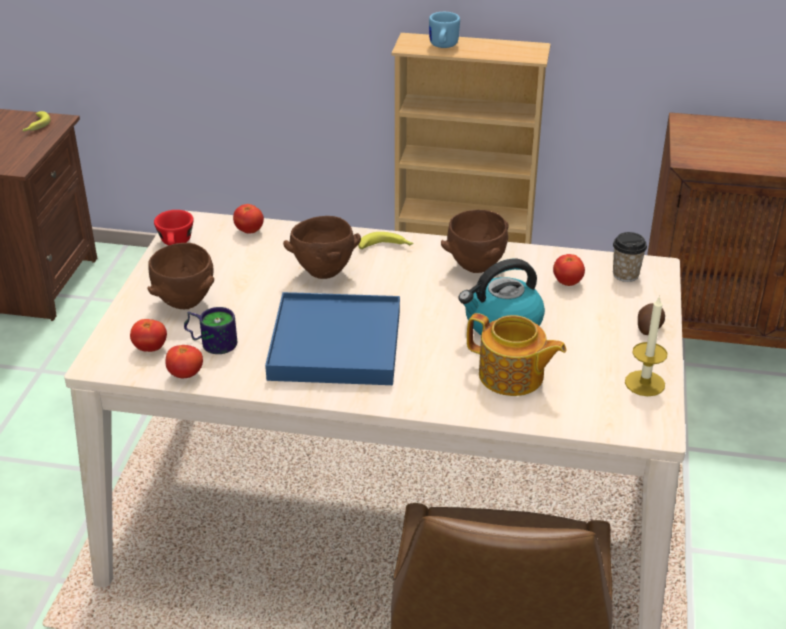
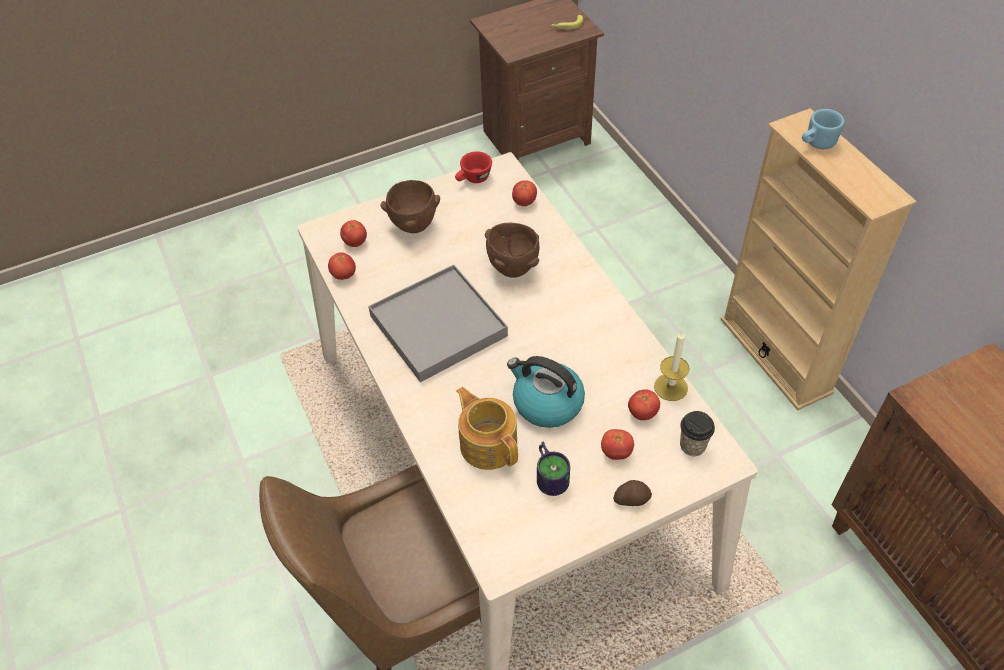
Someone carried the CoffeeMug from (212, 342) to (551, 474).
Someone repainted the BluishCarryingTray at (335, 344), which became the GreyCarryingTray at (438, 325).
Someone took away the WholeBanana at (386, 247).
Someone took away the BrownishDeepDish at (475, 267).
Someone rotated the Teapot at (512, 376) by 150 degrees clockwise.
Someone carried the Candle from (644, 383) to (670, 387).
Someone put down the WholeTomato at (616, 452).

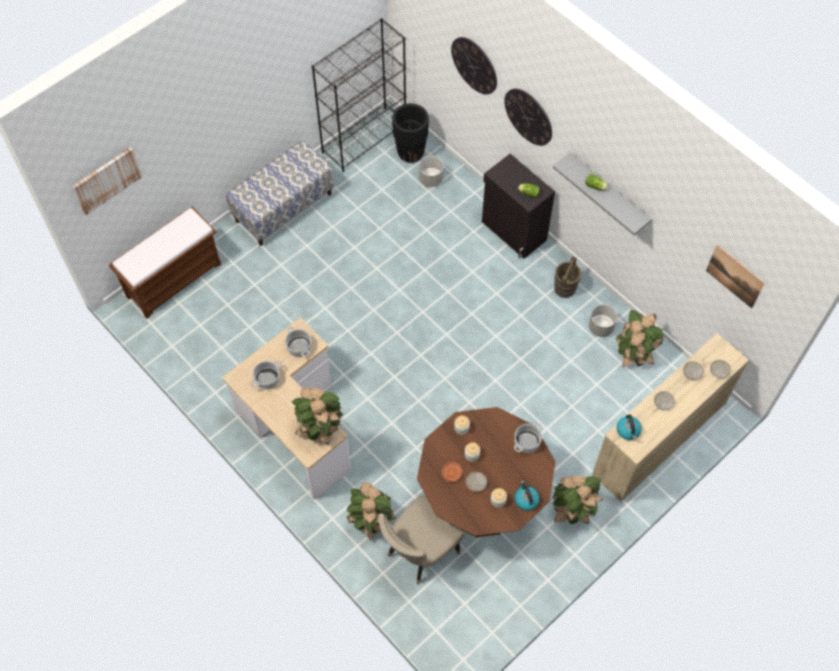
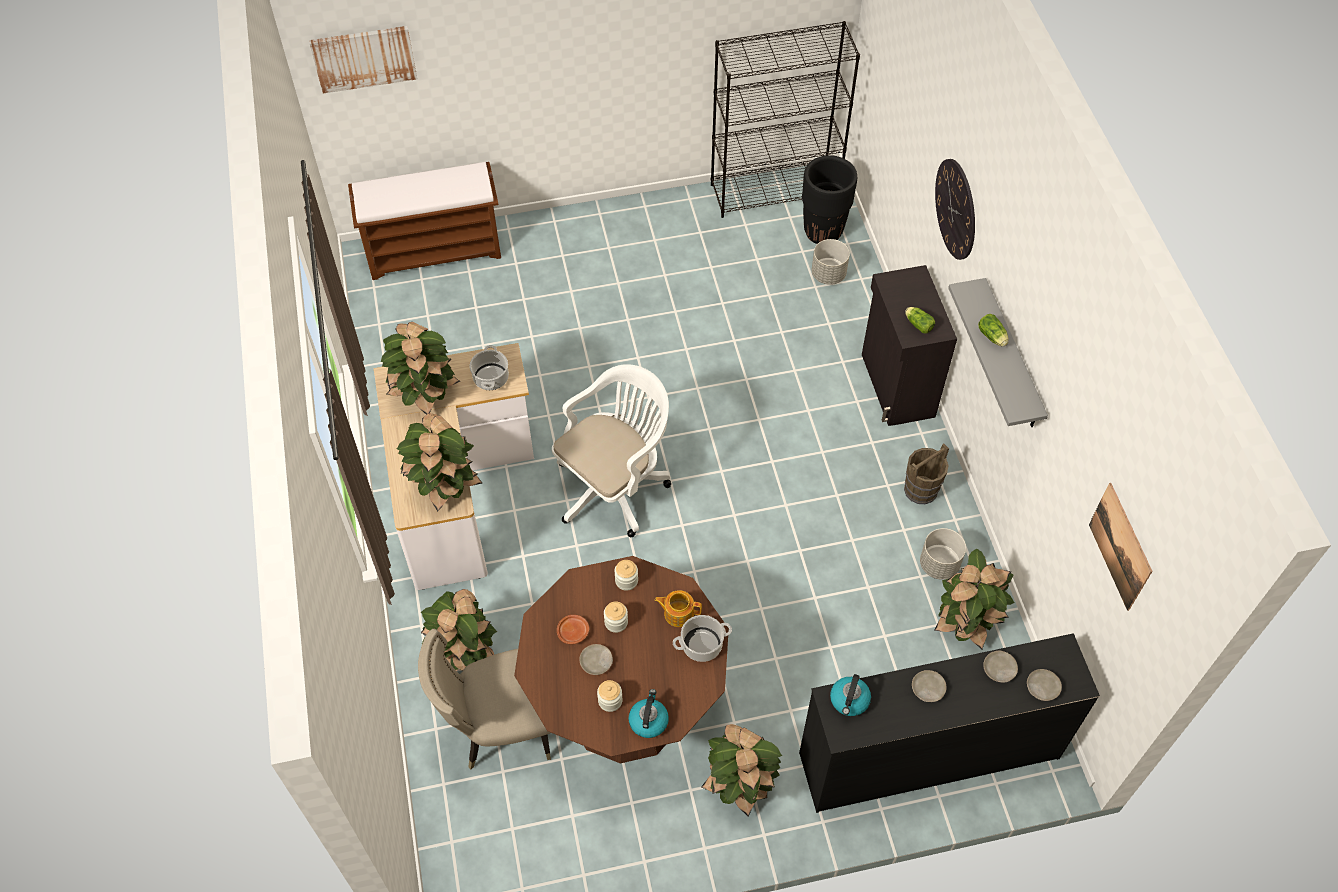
Someone took away the LongSeat at (283, 207).
Someone swapped the Stockpot at (267, 380) for the PlantInAPot at (424, 397).
Someone took away the HangingClock at (474, 65).
Someone repainted the BeigeDrawerChest at (658, 438), which became the BlackishDrawerChest at (927, 754).
Someone put down the WhiteDeskChair at (615, 485).
Someone put down the Teapot at (678, 613).

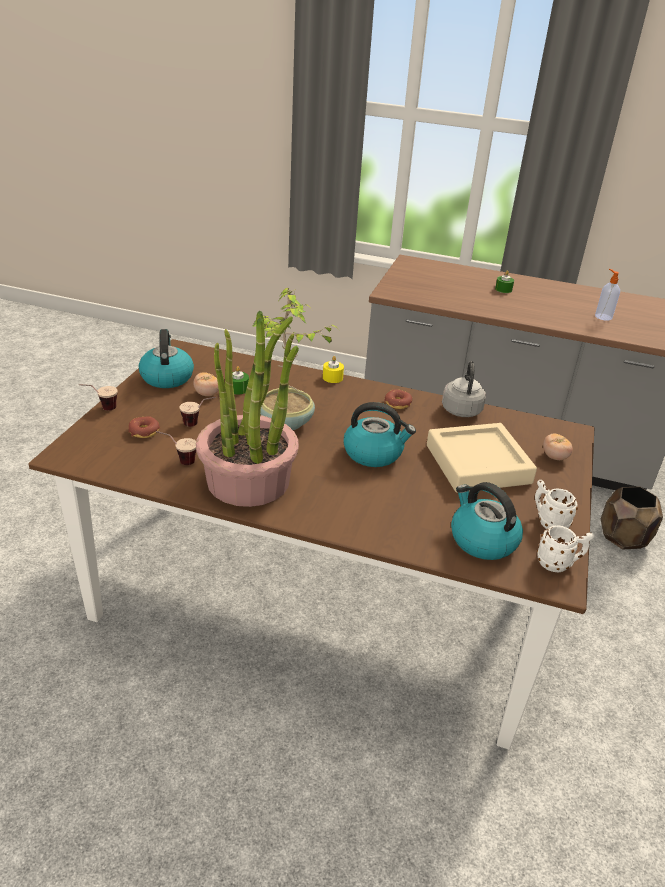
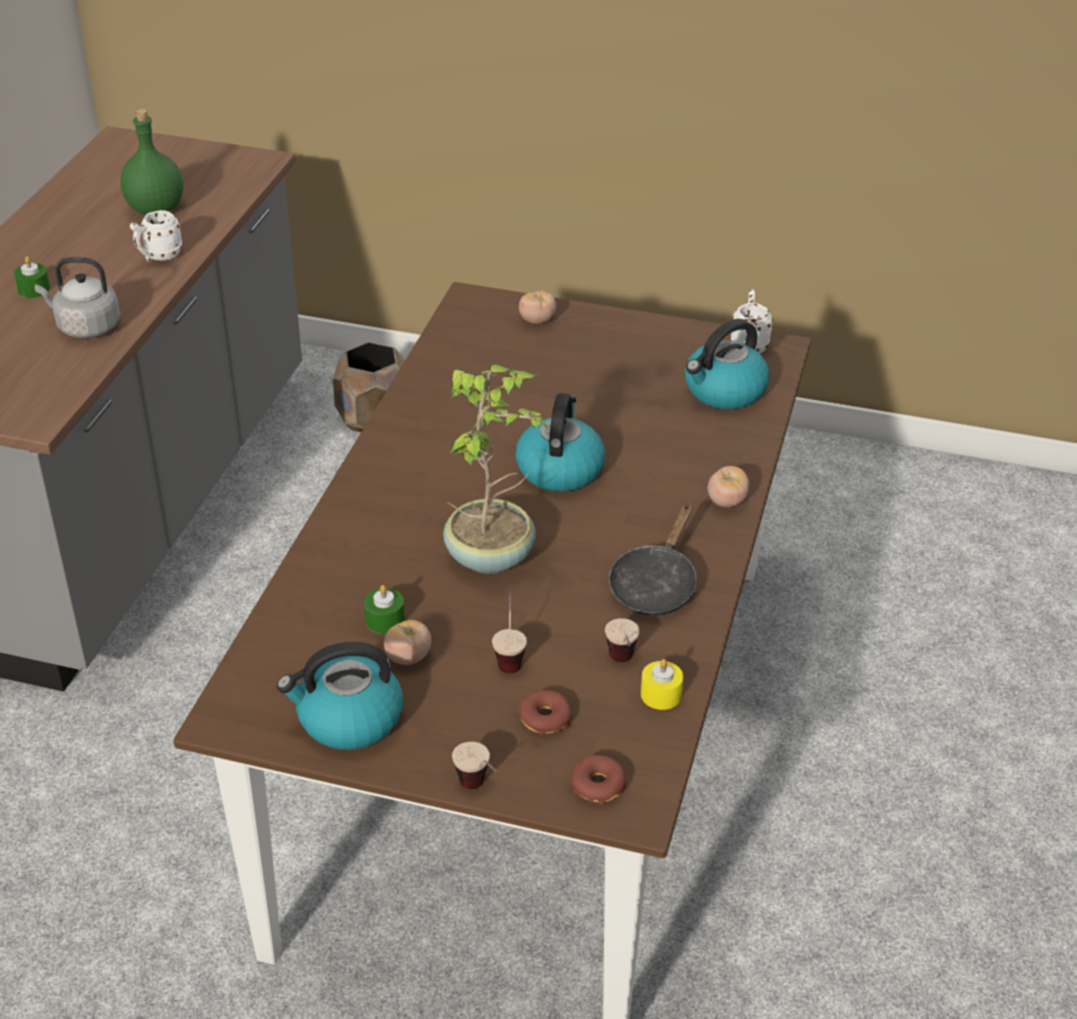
Someone swapped the PlantInAPot at (249, 481) for the BlackishSkillet at (655, 585).
Someone carried the YellowCandle from (332, 377) to (661, 694).
Someone carried the Donut from (398, 403) to (598, 785).
Someone took away the BeigeCarryingTray at (478, 464).
Someone carried the GreyKettle from (461, 409) to (85, 327).
Someone carried the WhiteCoffeeMug from (548, 521) to (158, 256).
Someone swapped the LiquidSoapBottle at (603, 316) for the GreenBeverageBottle at (157, 209).
Someone put down the WholeTomato at (726, 501).

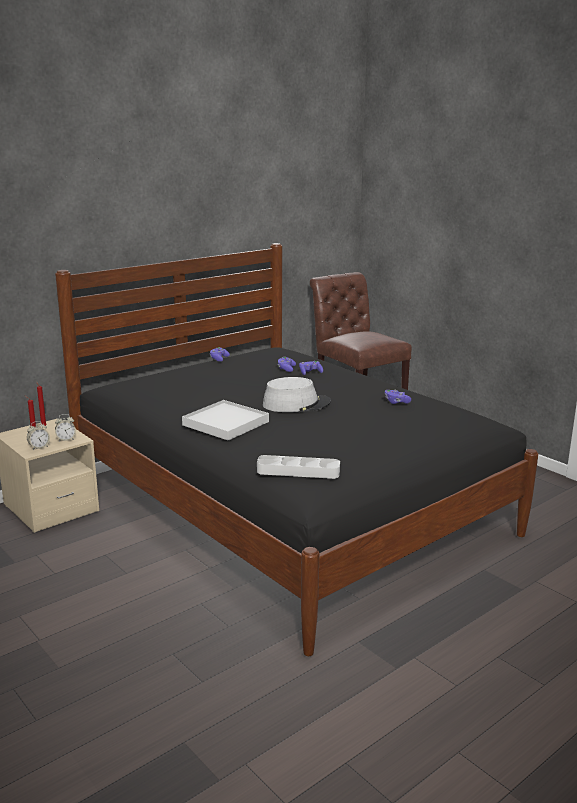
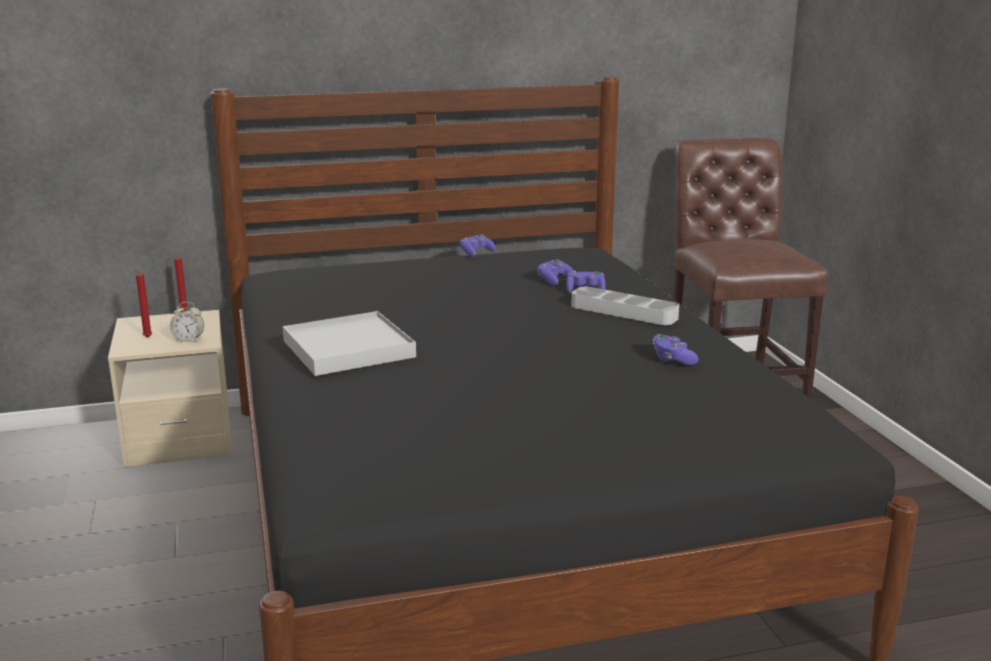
Someone took away the AlarmClock at (39, 447).
Someone carried the GreyCarryingTray from (298, 471) to (623, 312).
Someone took away the GreyWearableHat at (296, 404).

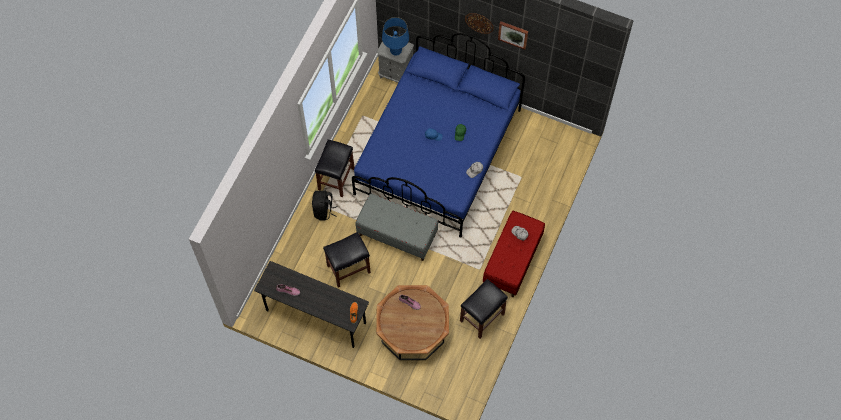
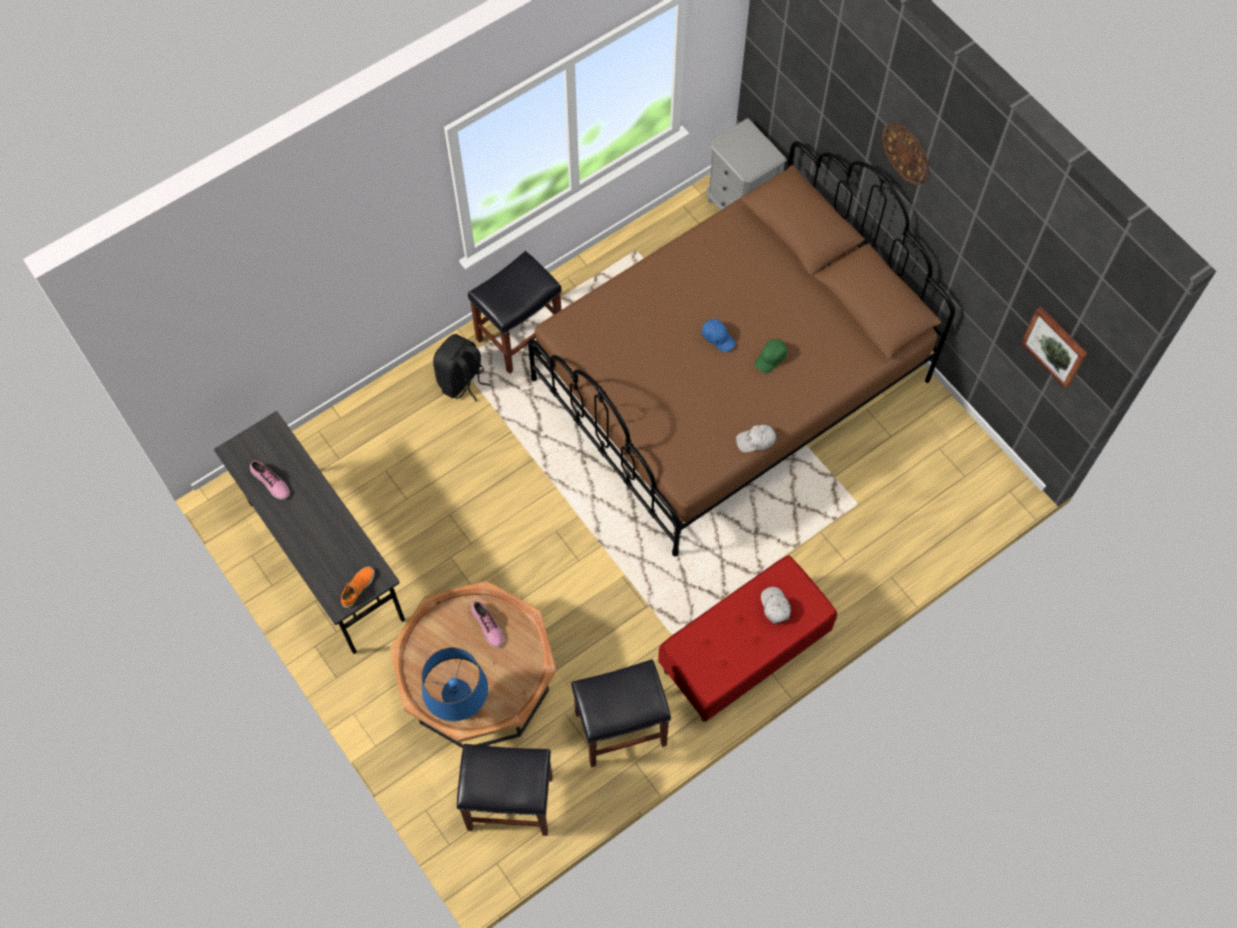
Someone carried the BlackishStoolSeat from (348, 269) to (509, 803).
Someone repainted the BluishBed at (438, 152), which became the BrownishBed at (731, 380).
Someone took away the GreyLongSeat at (397, 235).
Someone carried the BluishTableLamp from (396, 51) to (460, 706).
Someone carried the WallPicture from (513, 34) to (1055, 346).

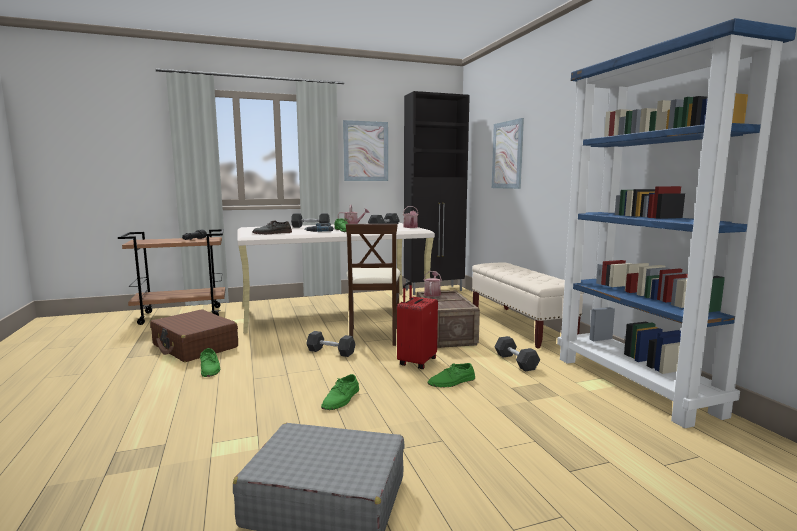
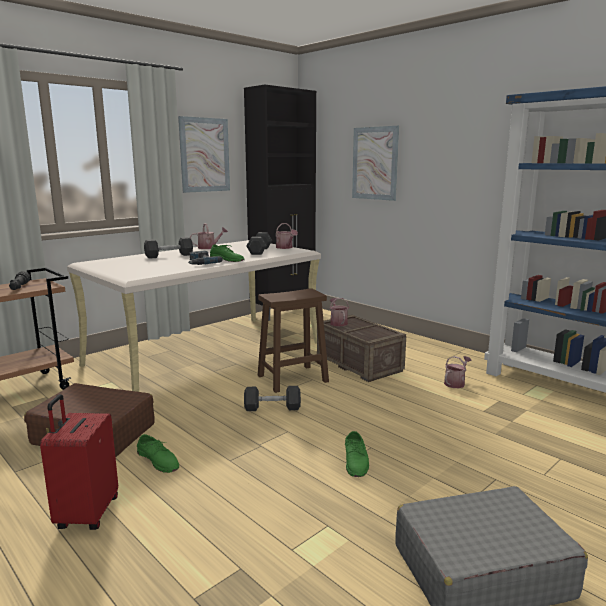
Someone took away the GreyItemOfFootwear at (272, 233).
Someone swapped the BeigeUprightChair at (373, 335) for the BrownishStoolSeat at (291, 379).
Someone carried the RedColouredSuitcase from (416, 362) to (86, 514).
Someone took away the GreenItemOfFootwear at (452, 382).
Someone took away the BeigeLongSeat at (520, 326).
Someone swapped the GreyHandWeight at (516, 362) for the WateringCan at (456, 383).

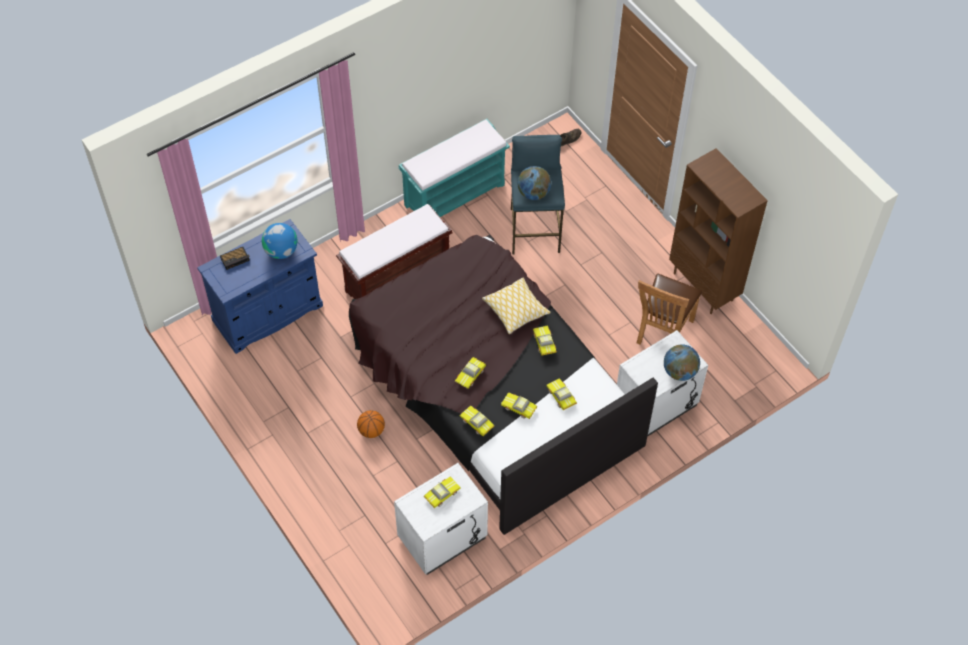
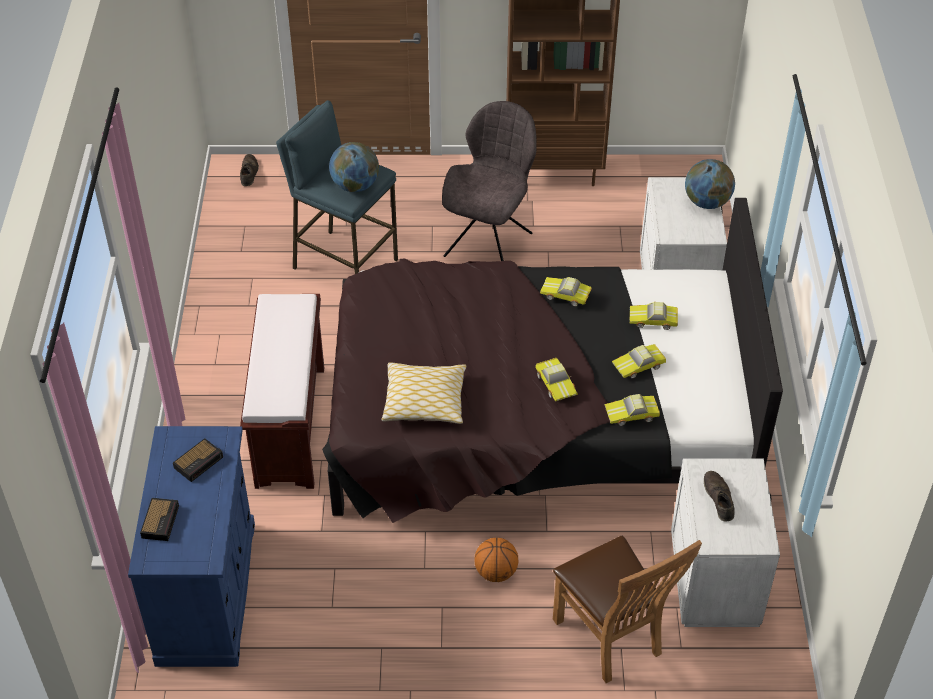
Someone swapped the WorldGlobe at (281, 251) for the AlarmClock at (199, 462).
Someone took away the TurquoiseLongSeat at (455, 194).
Someone swapped the ModelCar at (441, 493) for the BrownishItemOfFootwear at (718, 498).
Someone carried the Cushion from (516, 310) to (424, 401).
Someone carried the BrownishUprightChair from (662, 333) to (612, 640).
Someone put down the GreyUprightChair at (490, 242).

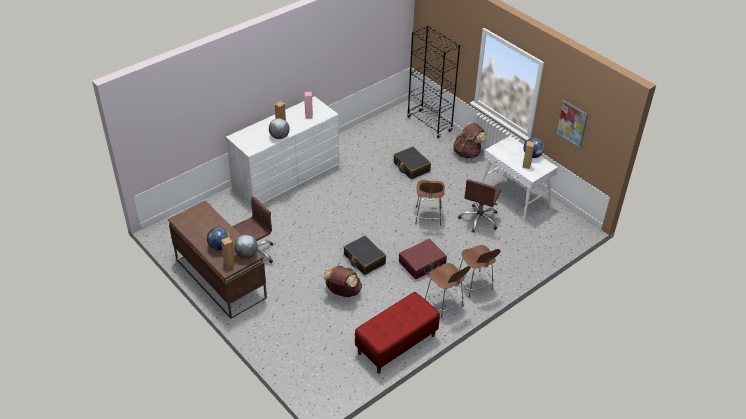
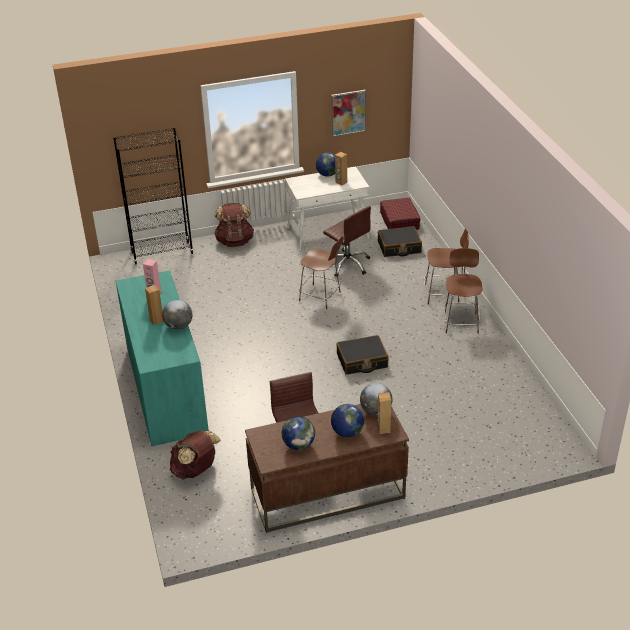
Someone repainted the WhiteDrawerChest at (286, 175), which became the TurquoiseDrawerChest at (166, 389).
Someone carried the BrownishKnapsack from (343, 292) to (195, 470).
Someone took away the RedColouredLongSeat at (396, 344).
Someone carried the BlackishSuitcase from (411, 167) to (399, 247).
Someone carried the RedColouredSuitcase from (422, 263) to (399, 221).
Someone rotated the BrownishUprightChair at (444, 304) by 75 degrees counterclockwise.
Someone put down the WorldGlobe at (299, 445).

